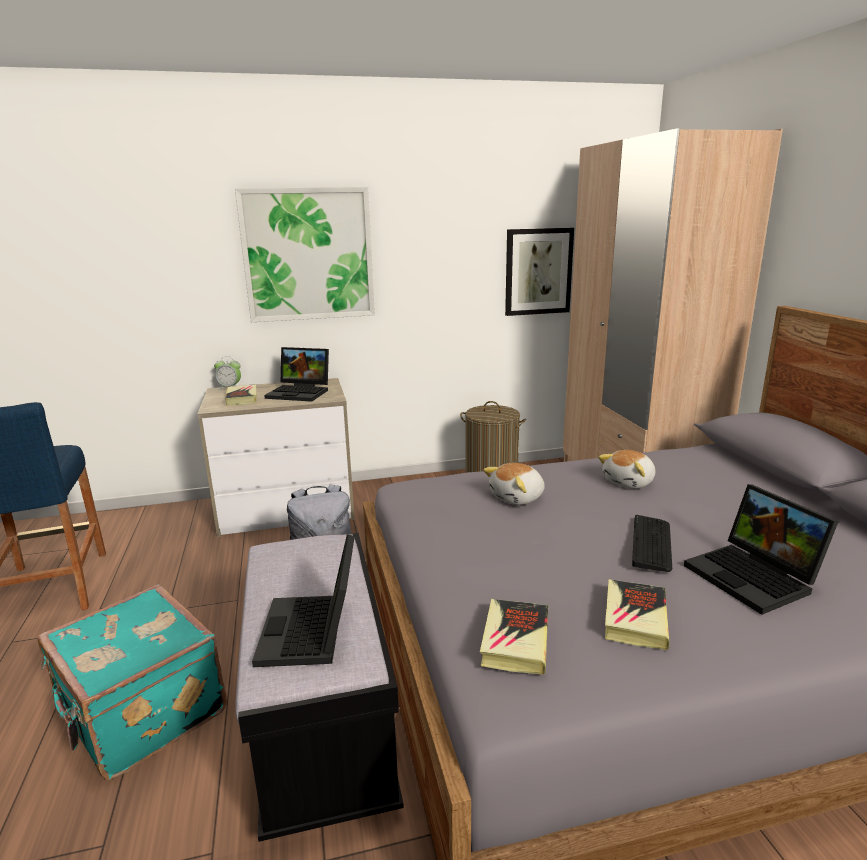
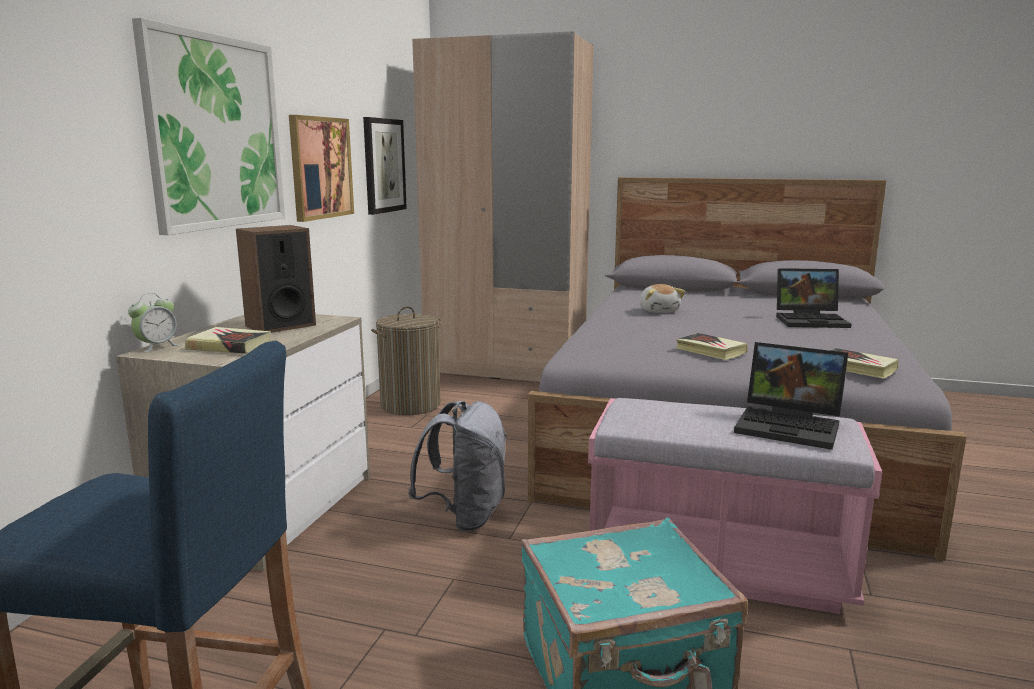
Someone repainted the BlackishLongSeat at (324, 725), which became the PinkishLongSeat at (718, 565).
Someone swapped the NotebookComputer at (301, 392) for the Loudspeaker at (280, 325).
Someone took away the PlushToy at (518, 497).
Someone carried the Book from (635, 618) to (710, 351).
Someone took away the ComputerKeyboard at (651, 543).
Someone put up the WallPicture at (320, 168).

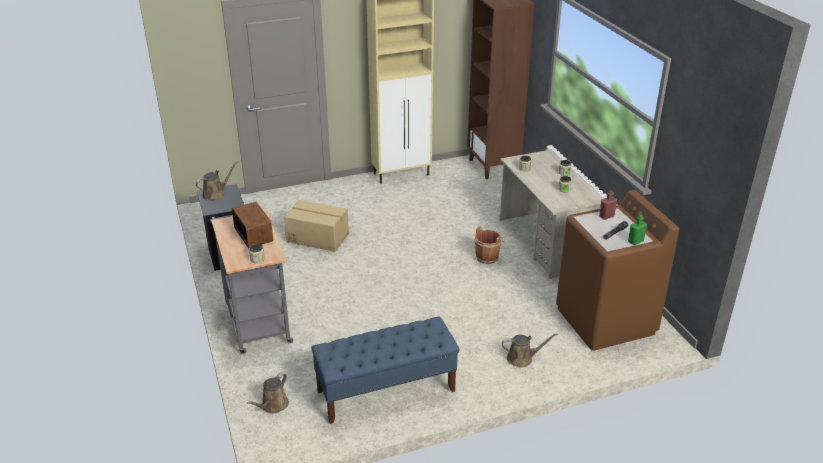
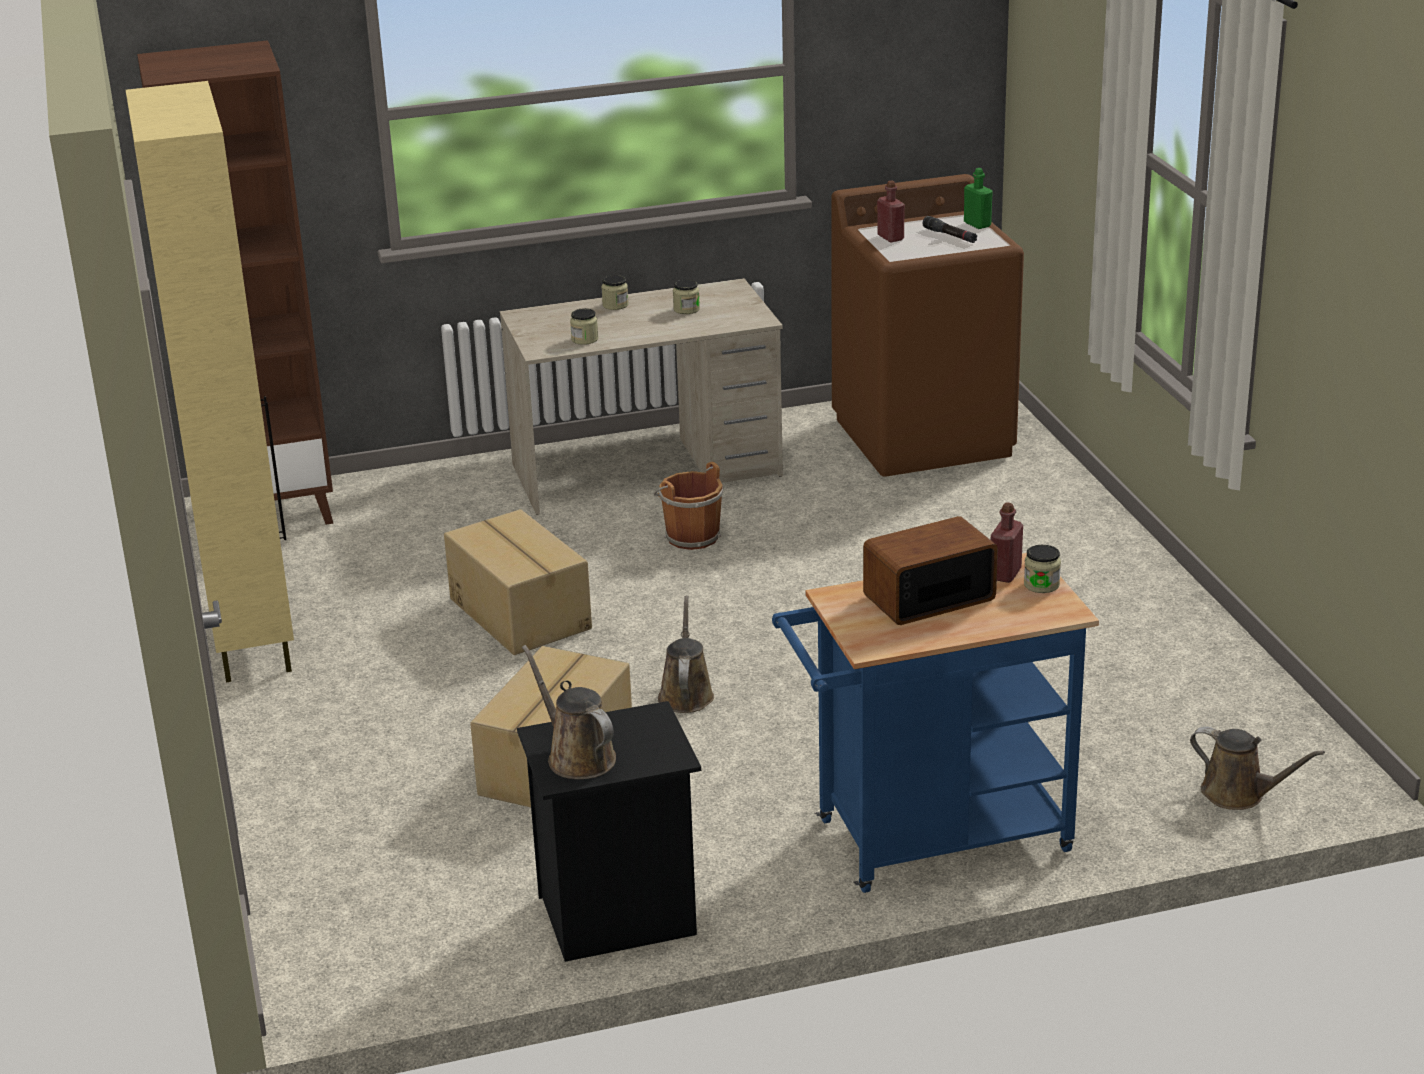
Someone repainted the GreyTrolley at (256, 319), which became the BluishTrolley at (928, 840).
Someone took away the BluishLongSeat at (385, 391).
Someone carried the BrownishWateringCan from (522, 358) to (686, 694).
Someone put down the CardboardBox at (521, 613).
Someone put down the RedColouredBeverageBottle at (1005, 574).

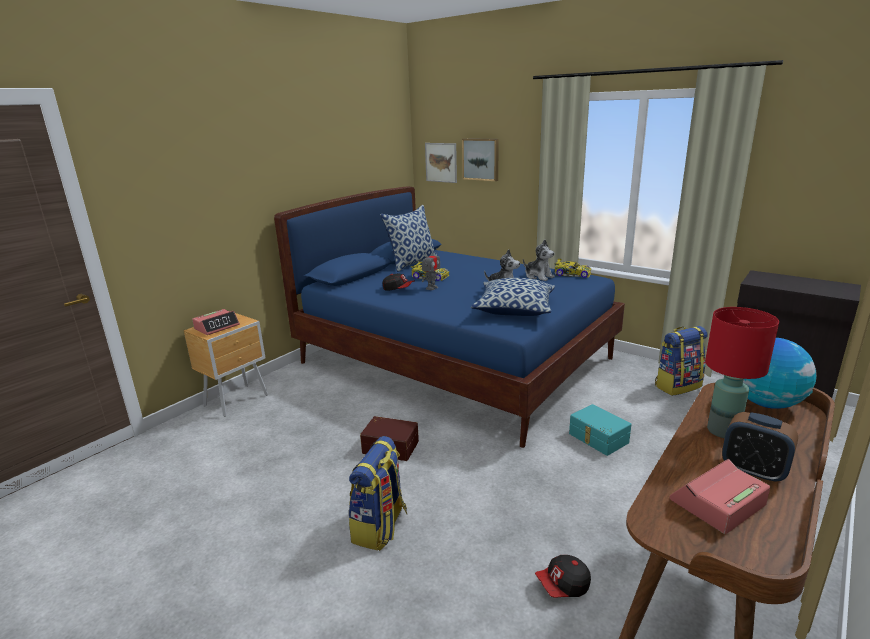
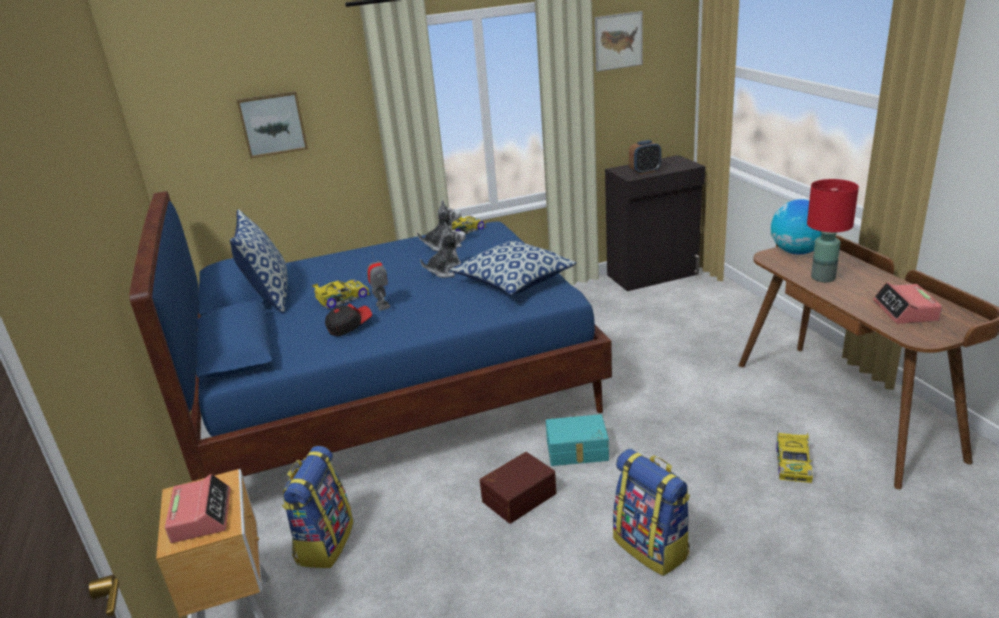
Someone carried the WallPicture from (441, 162) to (618, 41).
Someone swapped the BaseballCap at (563, 586) for the ModelCar at (793, 463).
Someone carried the TurquoiseStorageContainer from (597, 438) to (577, 451).
Someone carried the Knapsack from (677, 386) to (324, 542).
Someone carried the AlarmClock from (753, 471) to (645, 171).

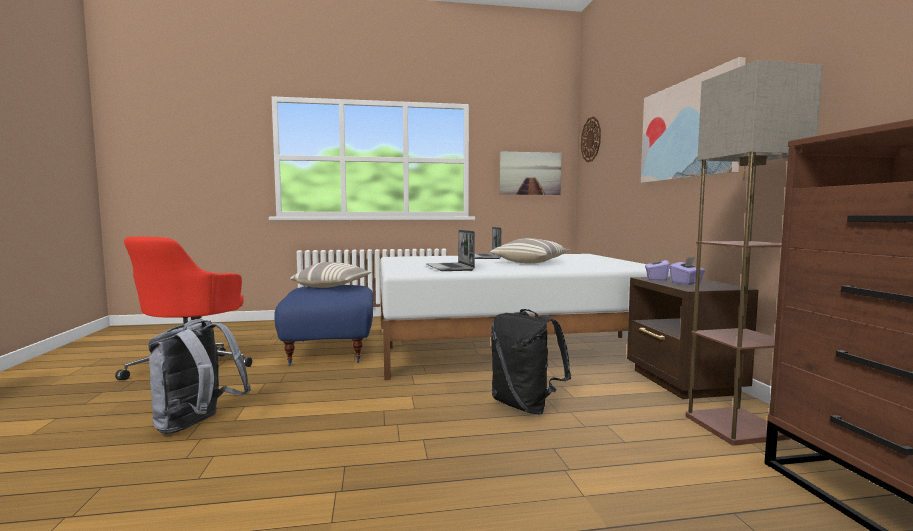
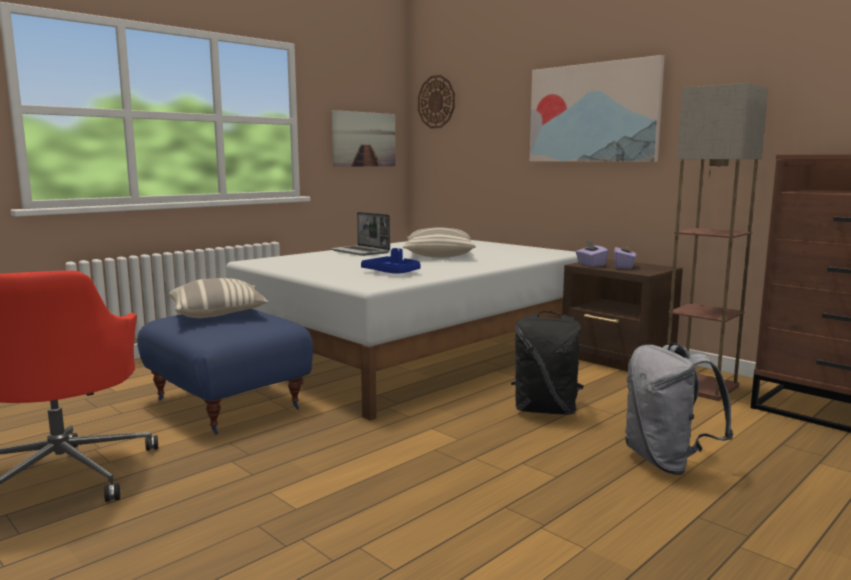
Someone carried the GreyKnapsack from (197, 425) to (667, 462).
Someone swapped the NotebookComputer at (450, 268) for the BluishCarryingTray at (392, 272).

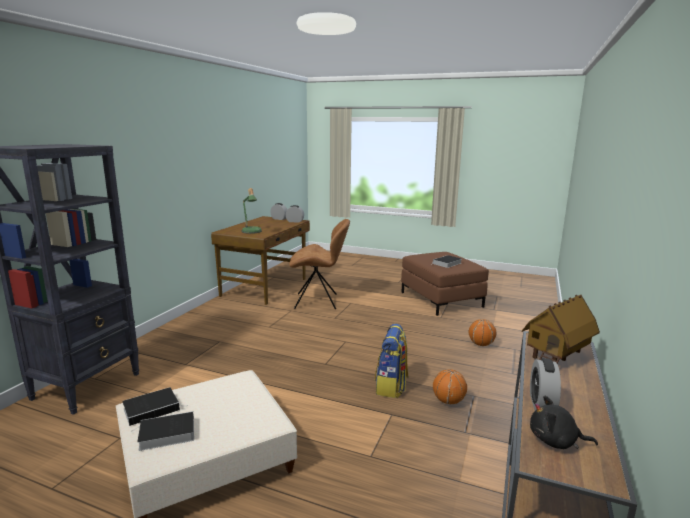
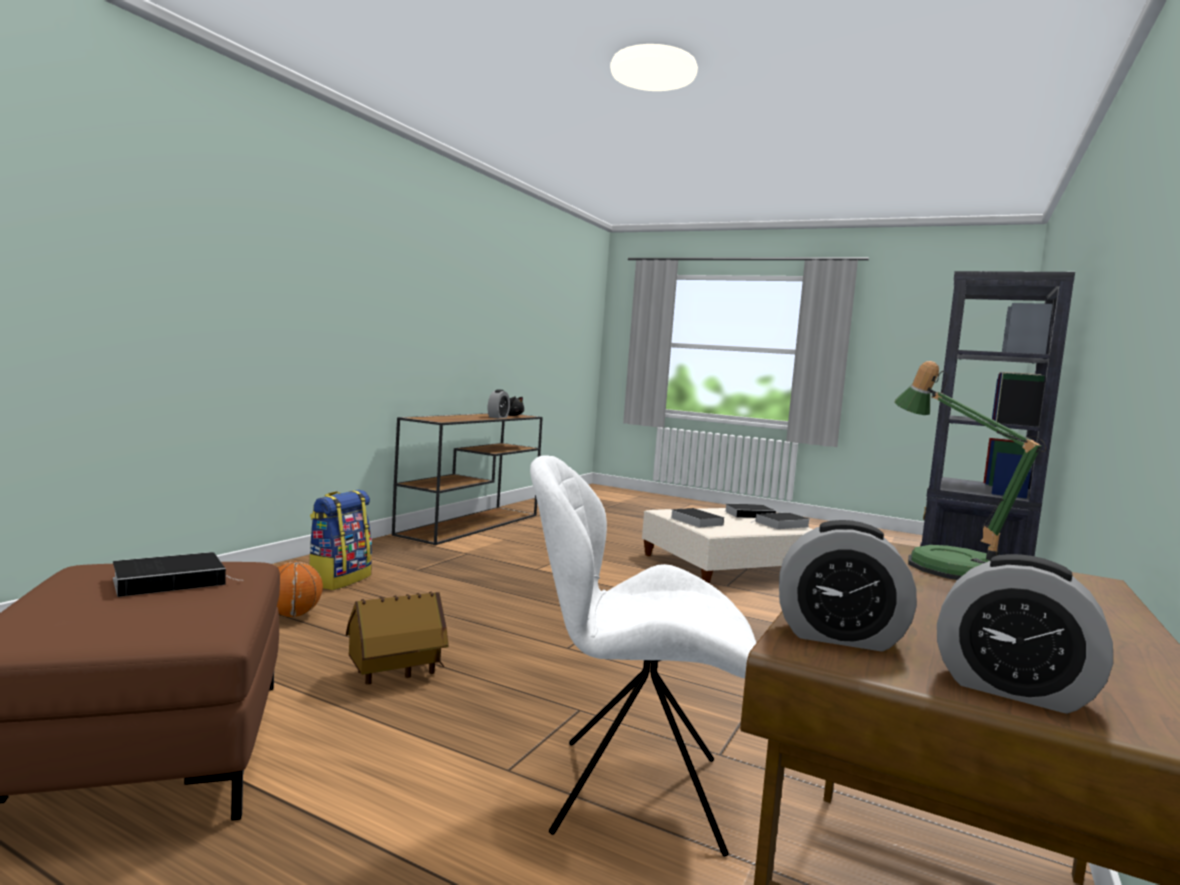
Someone repainted the BrownishUprightChair at (318, 301), which became the WhiteUprightChair at (630, 792).
Someone carried the Knapsack from (391, 386) to (338, 580).
Someone took away the BasketballBall at (448, 401).
Someone carried the ModelHouse from (556, 356) to (396, 674).
Someone put down the Book at (694, 521).

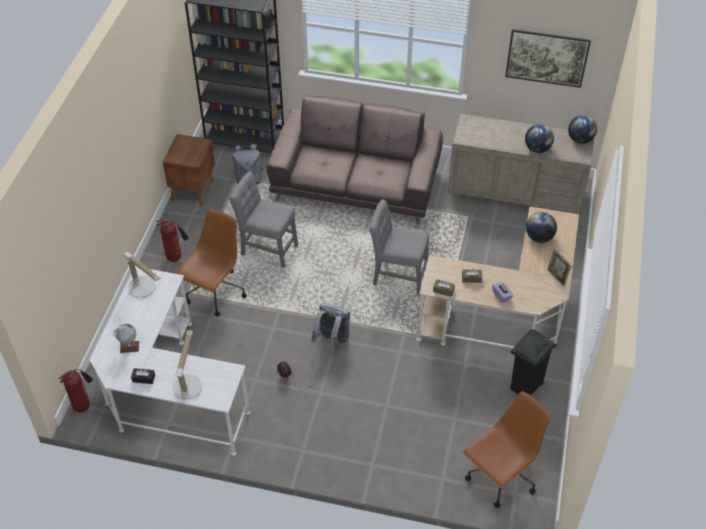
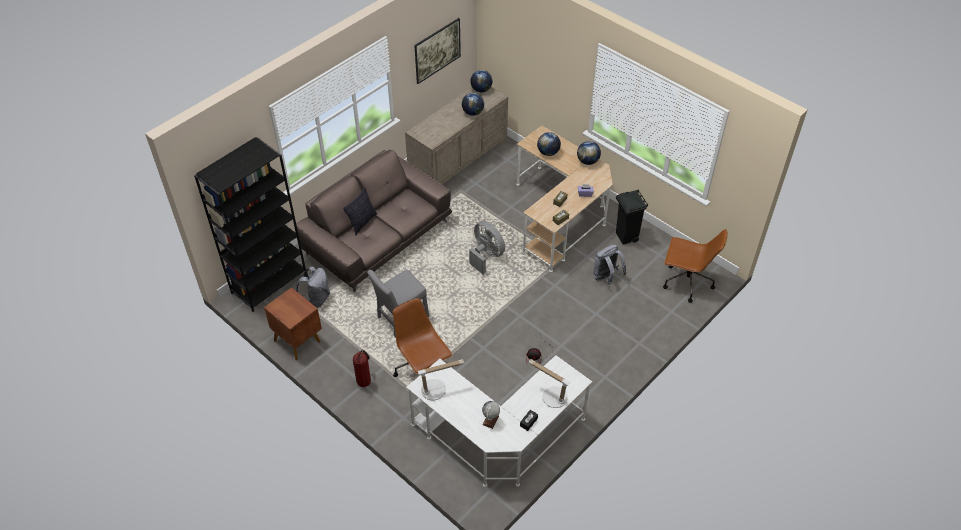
Someone took away the Extinguisher at (83, 405).
Someone carried the GreyKnapsack from (332, 340) to (606, 277).
Someone swapped the GreyUprightChair at (397, 276) for the GreyFan at (486, 255).
Someone rotated the BrownishDeskChair at (500, 477) by 120 degrees clockwise.
Someone swapped the StandingFrame at (556, 277) for the WorldGlobe at (588, 161).
Someone put down the Cushion at (362, 222).

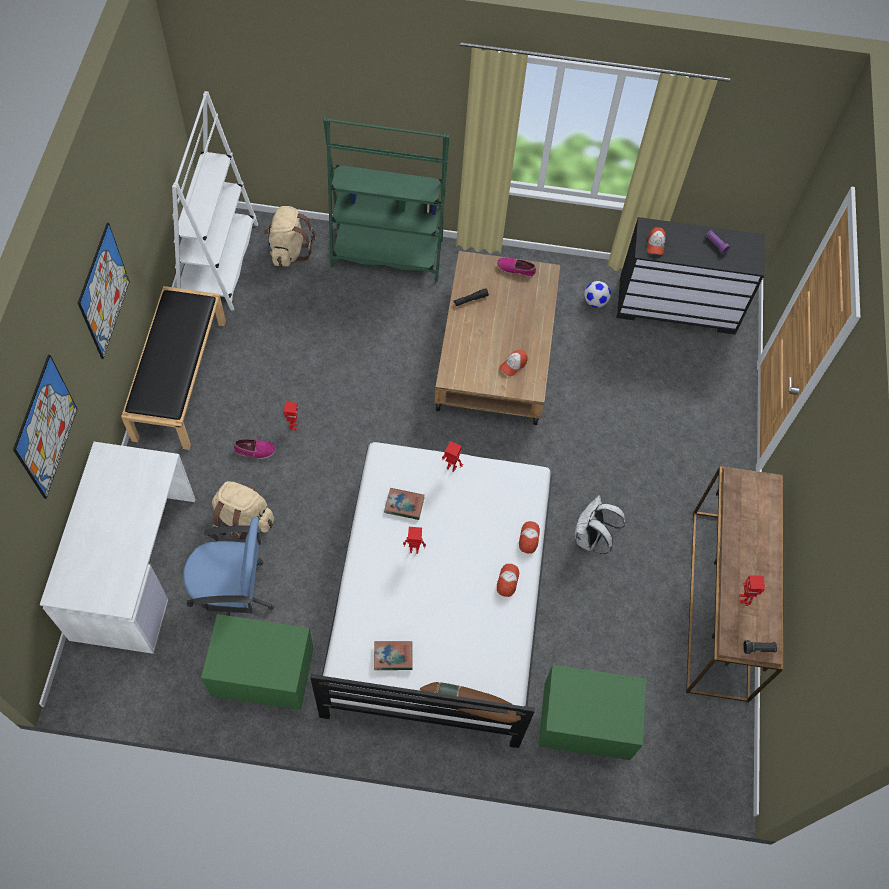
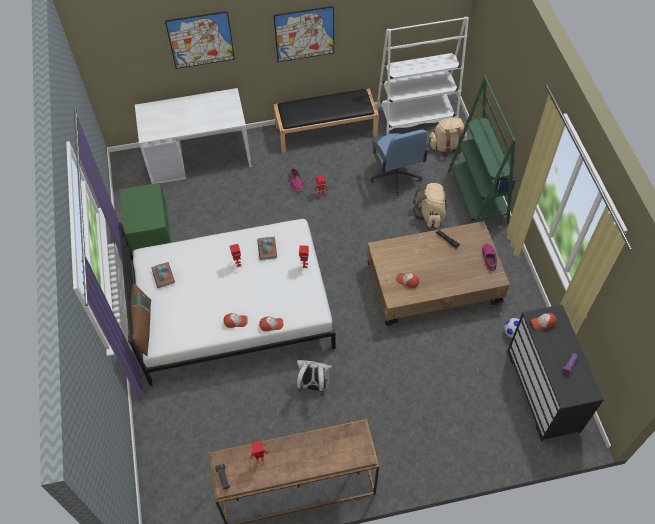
Someone carried the BluishDeskChair from (234, 595) to (395, 176).
Someone carried the BeigeKnapsack from (243, 519) to (431, 214).
Someone took away the GreenBedsideTable at (582, 727).

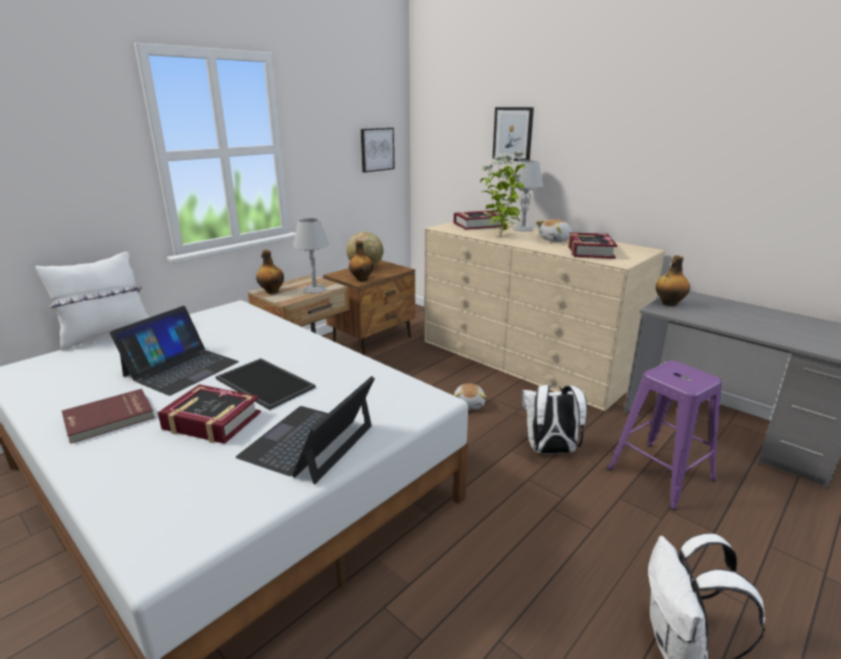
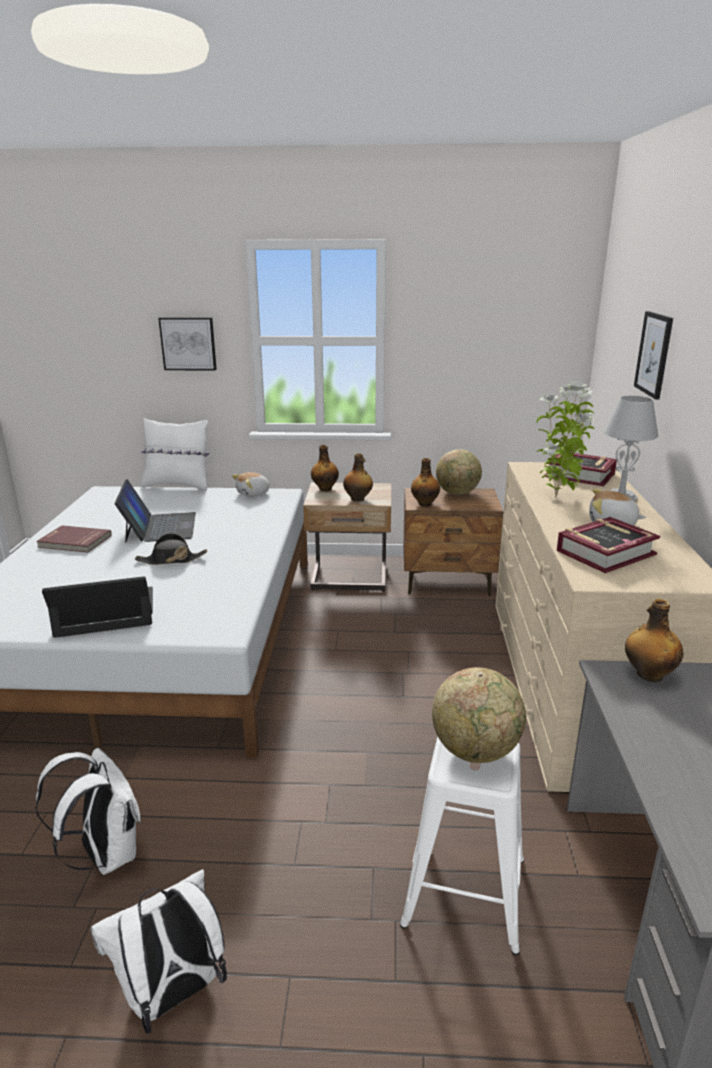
Someone rotated the NotebookComputer at (181, 368) by 90 degrees counterclockwise.
Someone took away the Book at (212, 421).
Someone swapped the CarryingTray at (263, 383) for the BlackishWearableHat at (171, 560).
Someone swapped the GreyTableLamp at (315, 290) for the BeverageBottle at (358, 499).
Someone carried the WallPicture from (376, 149) to (188, 343).
Someone carried the PlushToy from (469, 404) to (253, 494).
Someone carried the WhiteKnapsack from (550, 451) to (105, 854).
Someone repainted the PurplishStoolSeat at (659, 474), which became the WhiteStoolSeat at (463, 889).
Someone put down the WorldGlobe at (476, 750).

